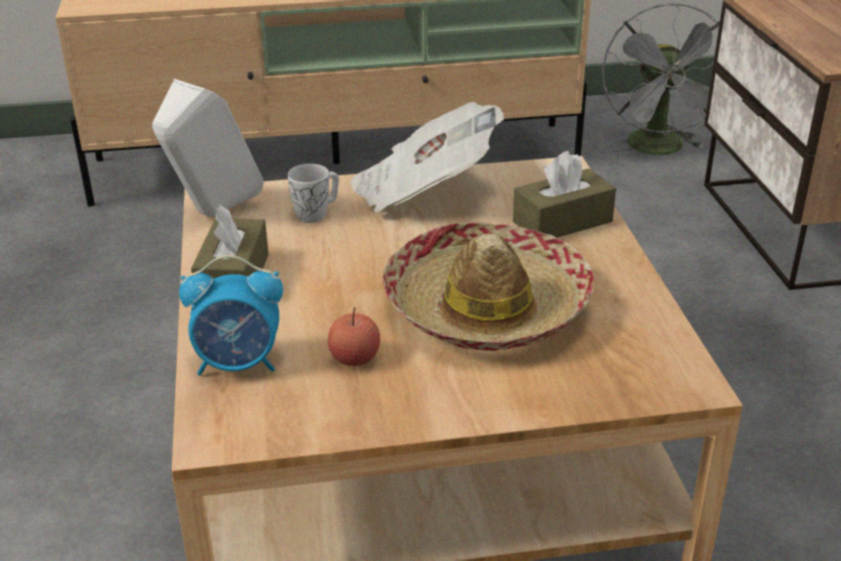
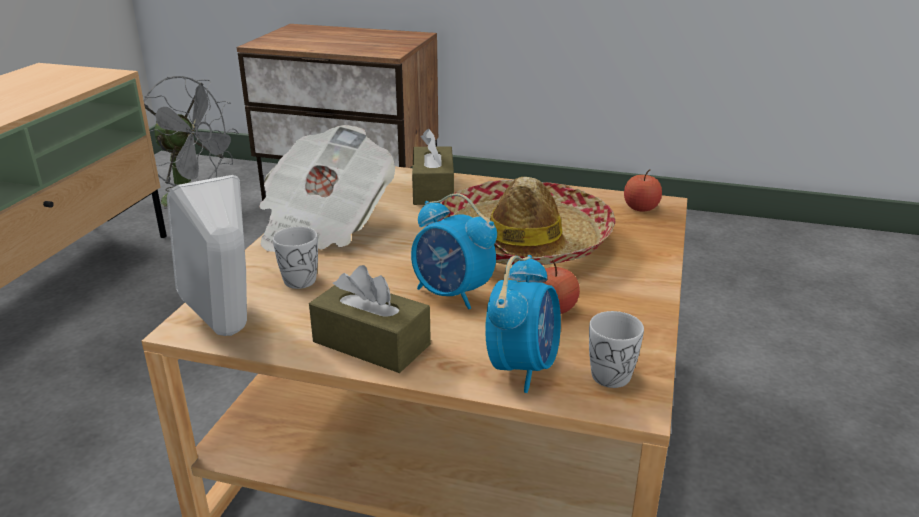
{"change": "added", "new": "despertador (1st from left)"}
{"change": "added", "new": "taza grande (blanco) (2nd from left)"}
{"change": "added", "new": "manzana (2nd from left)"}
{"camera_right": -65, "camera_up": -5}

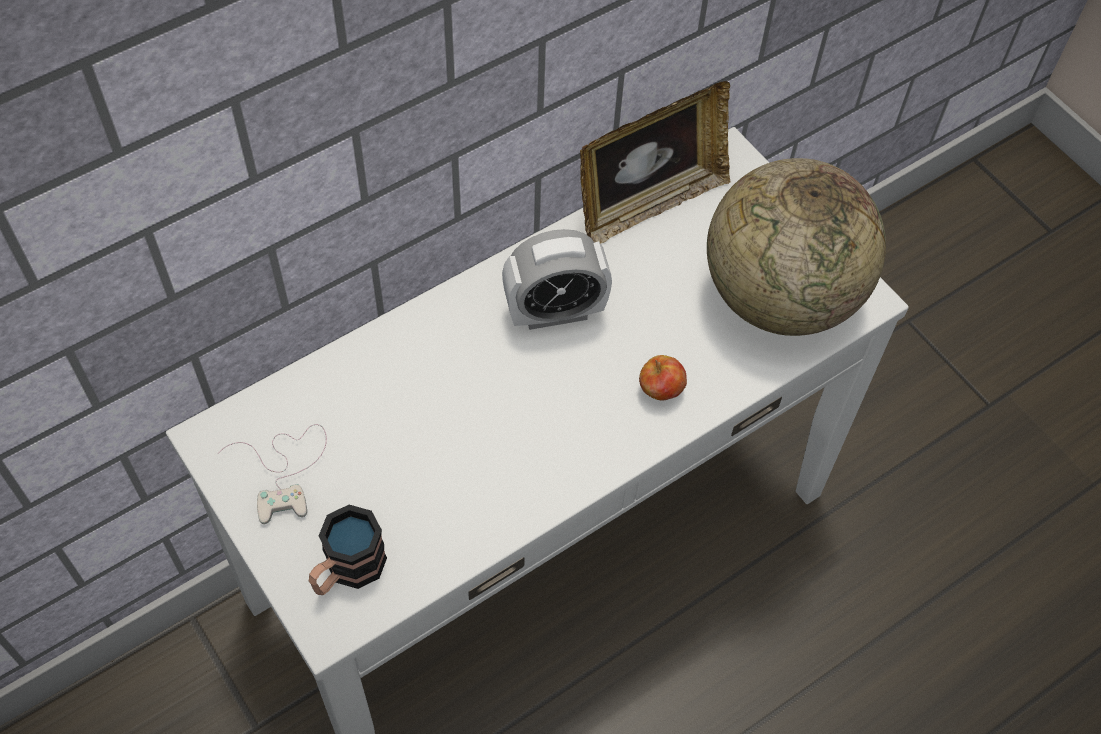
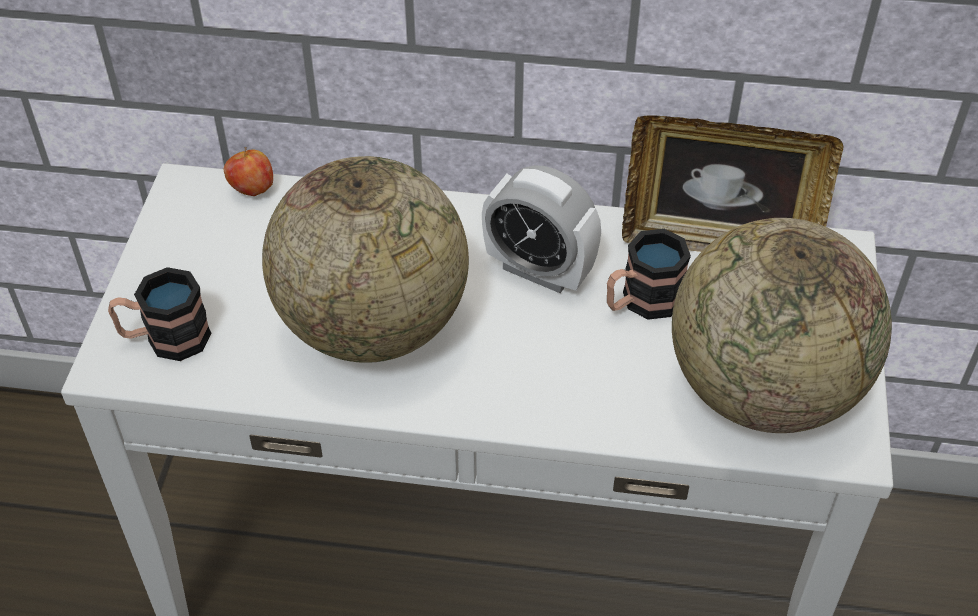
{"change": "moved", "old": "manzana"}
{"change": "added", "new": "globo terráqueo (1st from left)"}
{"change": "added", "new": "taza grande (2nd from left)"}
{"change": "removed", "old": "mando de consola (blanco)"}
{"camera_right": 45, "camera_up": -10}

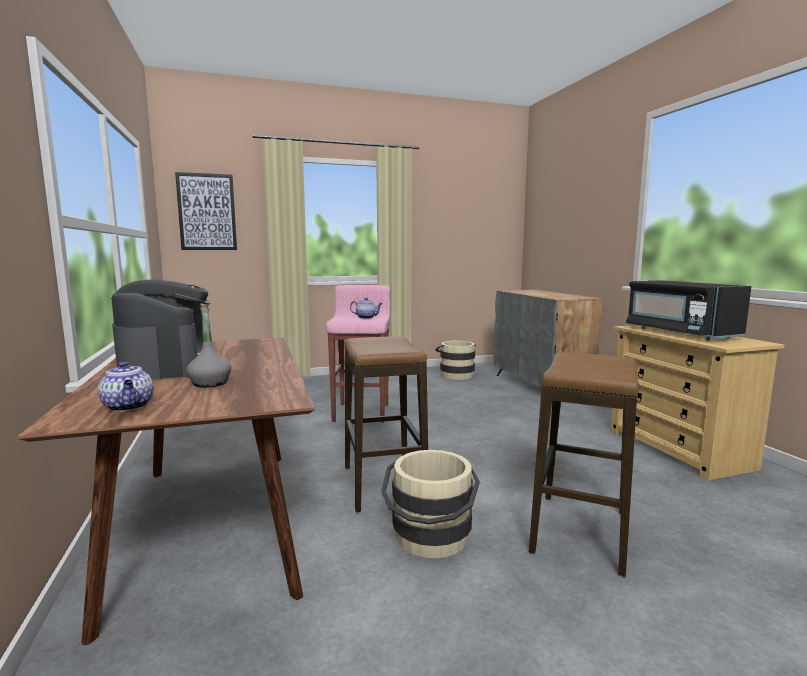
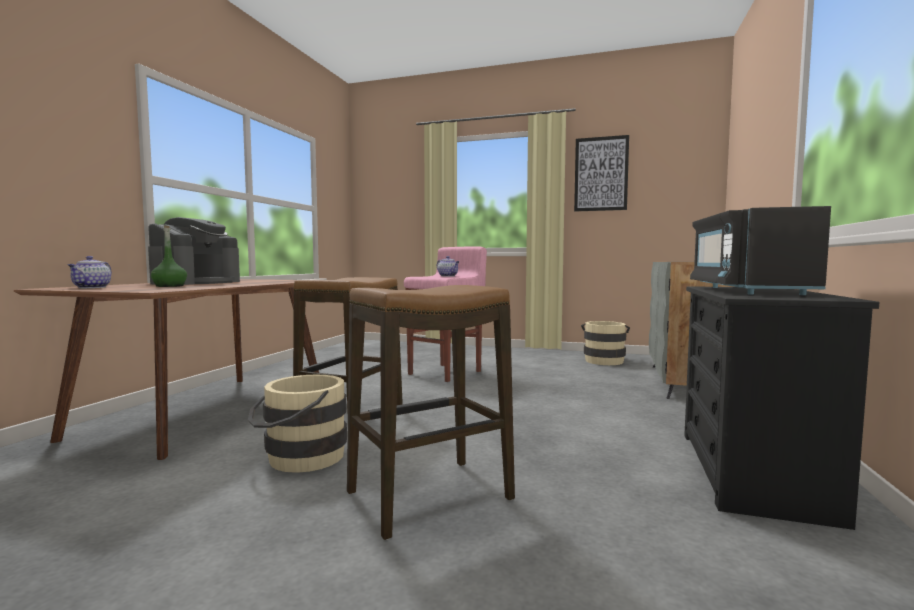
{"change": "recoloured", "old": "botella (gris)", "new": "botella (verde)"}
{"change": "moved", "old": "cuadro"}
{"change": "recoloured", "old": "cómoda (beis)", "new": "cómoda (negro)"}
{"camera_right": 35, "camera_up": -5}

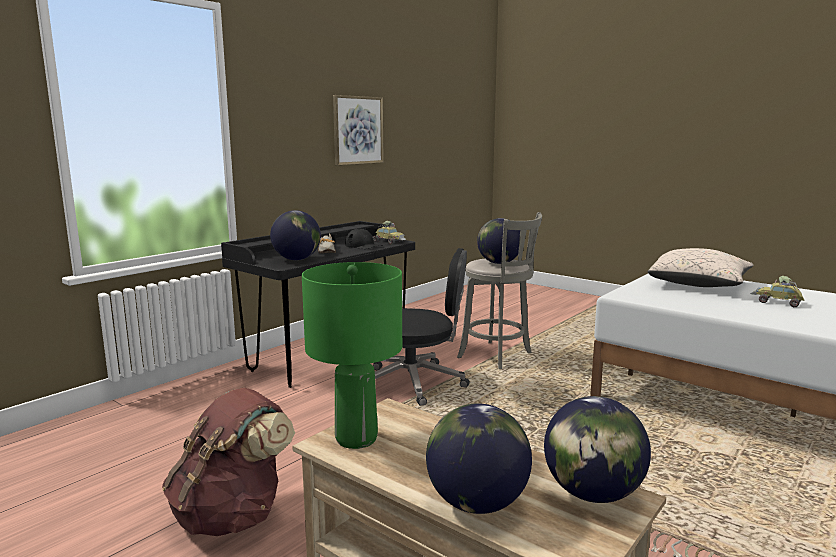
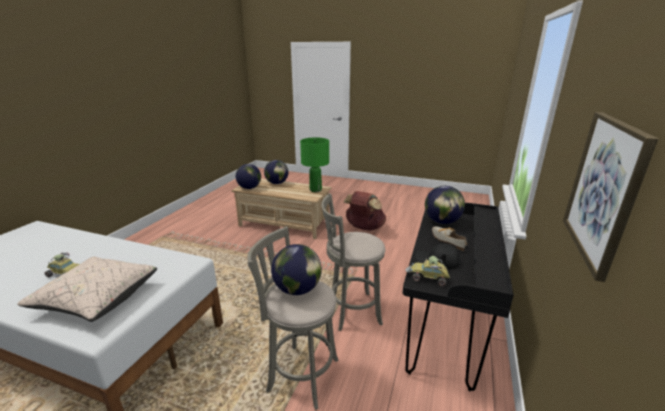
{"change": "replaced", "old": "silla de oficina (negro)", "new": "taburete (gris) (2nd from left)"}
{"camera_right": 160, "camera_up": 10}

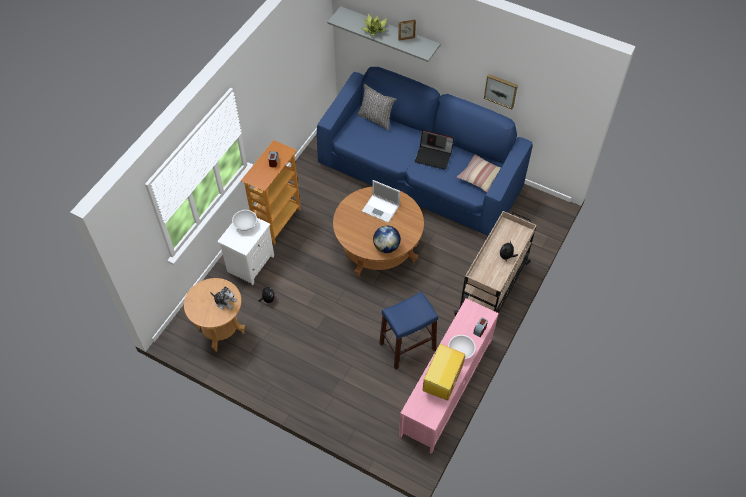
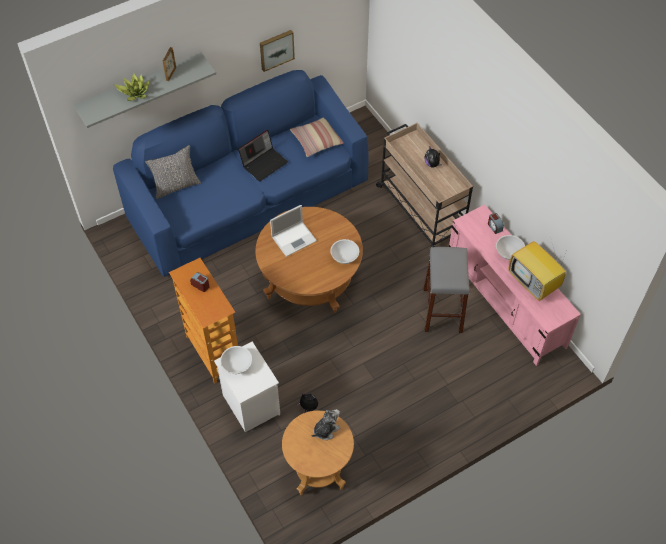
{"change": "replaced", "old": "globo terráqueo", "new": "cuenco (blanco) (2nd from left)"}
{"change": "recoloured", "old": "taburete (azul)", "new": "taburete (gris)"}
{"camera_right": -60, "camera_up": 0}

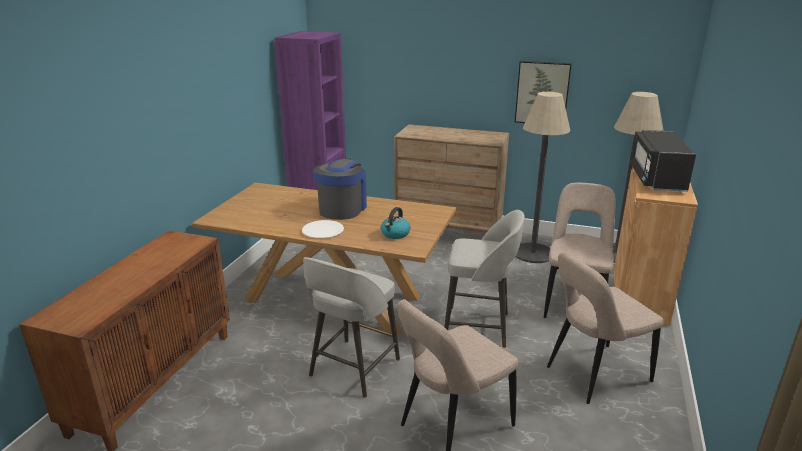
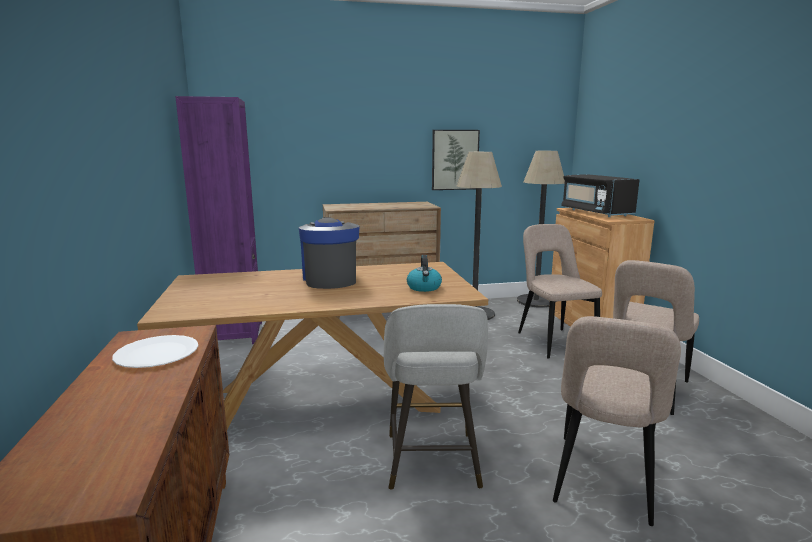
{"change": "moved", "old": "plato (blanco)"}
{"change": "removed", "old": "taburete (gris) (2nd from left)"}
{"camera_right": -30, "camera_up": -10}

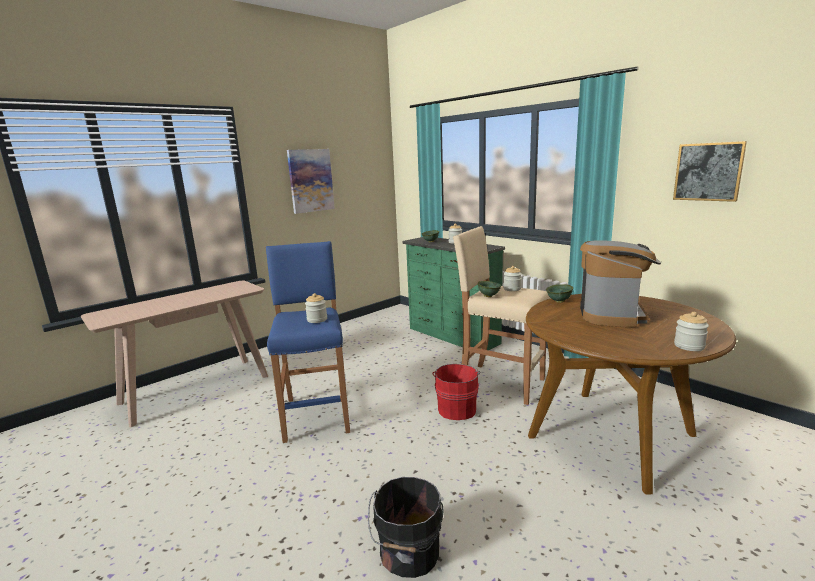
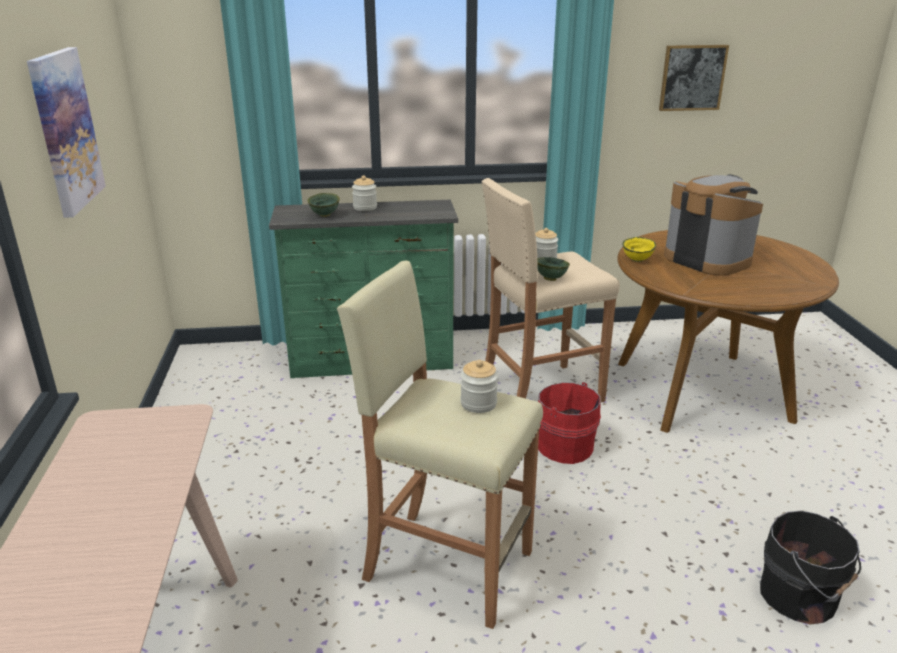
{"change": "recoloured", "old": "taburete (azul)", "new": "taburete (beis) (1st from left)"}
{"change": "recoloured", "old": "cuenco (verde) (3rd from left)", "new": "cuenco (amarillo)"}
{"change": "removed", "old": "tarro (4th from left)"}
{"camera_right": -55, "camera_up": 10}

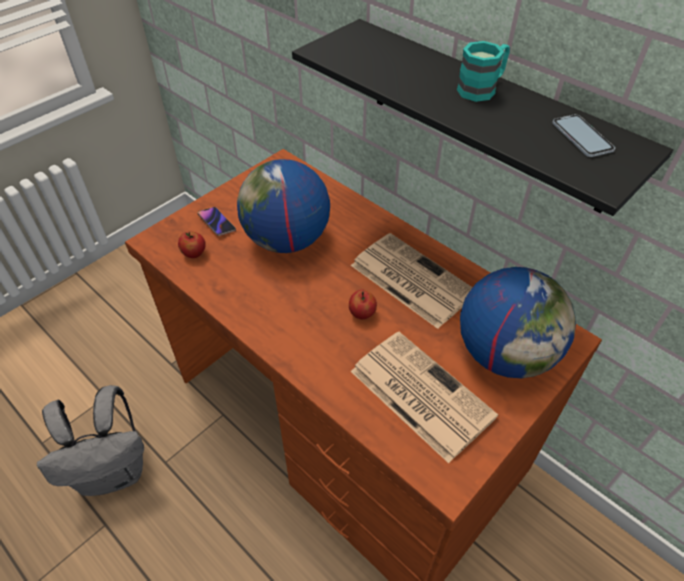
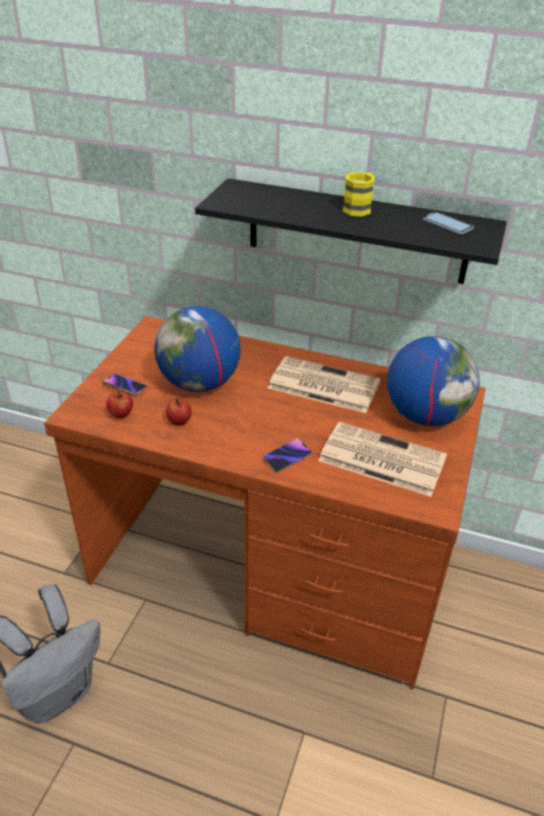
{"change": "moved", "old": "manzana (2nd from left)"}
{"change": "added", "new": "móvil (2nd from left)"}
{"change": "recoloured", "old": "taza grande (turquesa)", "new": "taza grande (amarillo)"}
{"camera_right": -25, "camera_up": -10}

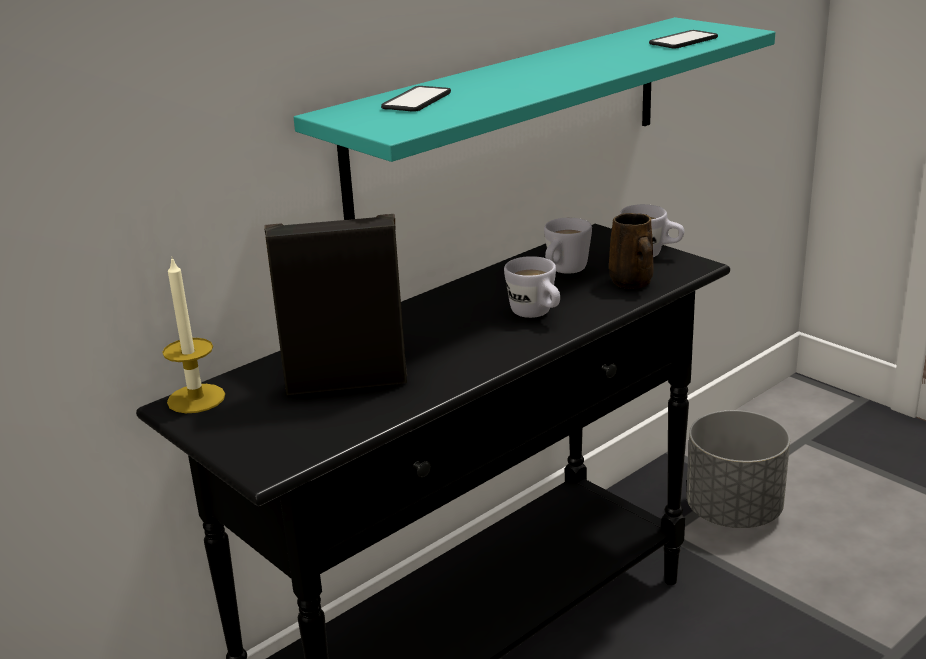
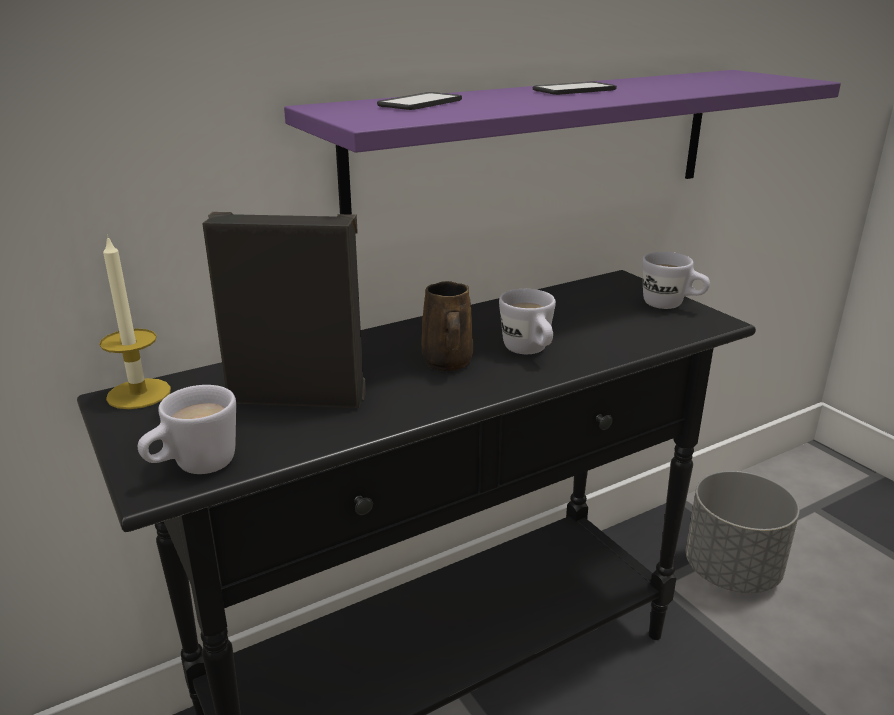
{"change": "moved", "old": "taza grande (blanco) (2nd from left in the first image)", "new": "taza grande (blanco) (1st from left)"}
{"change": "recoloured", "old": "estante (turquesa)", "new": "estante (morado)"}
{"change": "moved", "old": "taza grande (marrón)"}
{"change": "moved", "old": "móvil (2nd from left)"}
{"camera_right": 10, "camera_up": 0}

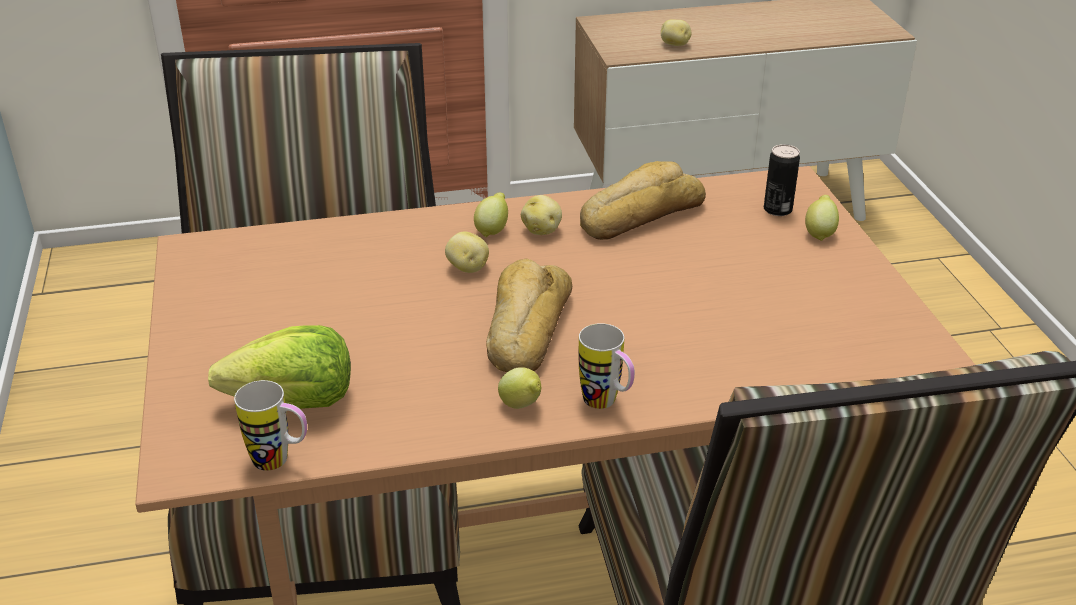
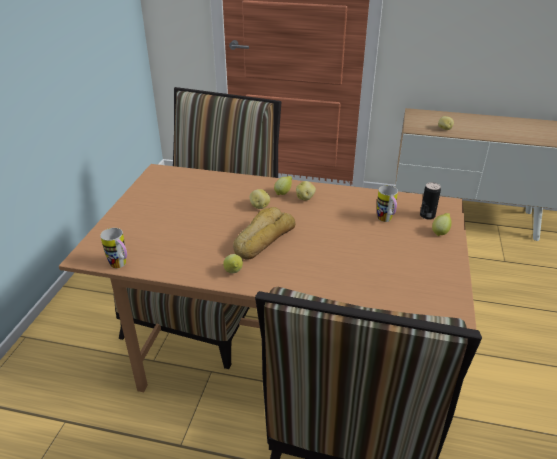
{"change": "moved", "old": "taza grande (2nd from left)"}
{"change": "removed", "old": "lechuga"}
{"change": "removed", "old": "pan (2nd from left)"}
{"camera_right": 25, "camera_up": 0}

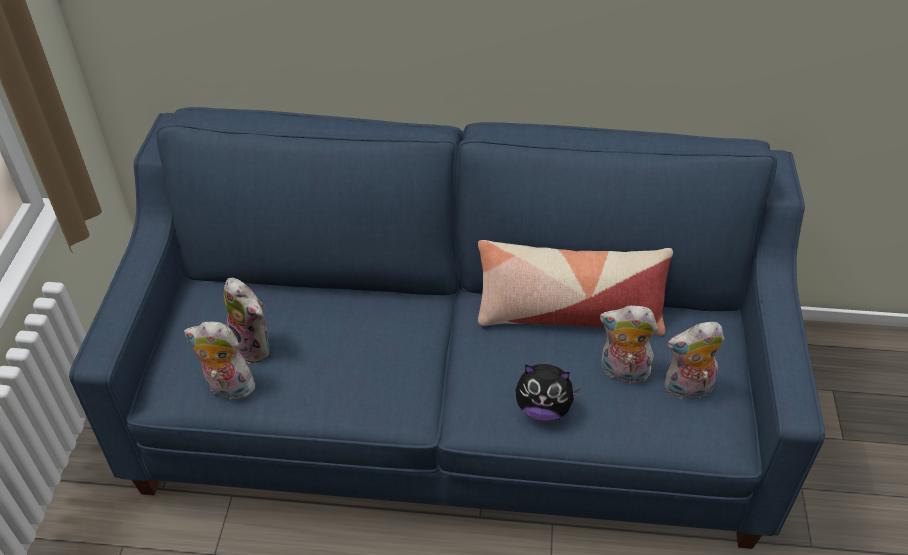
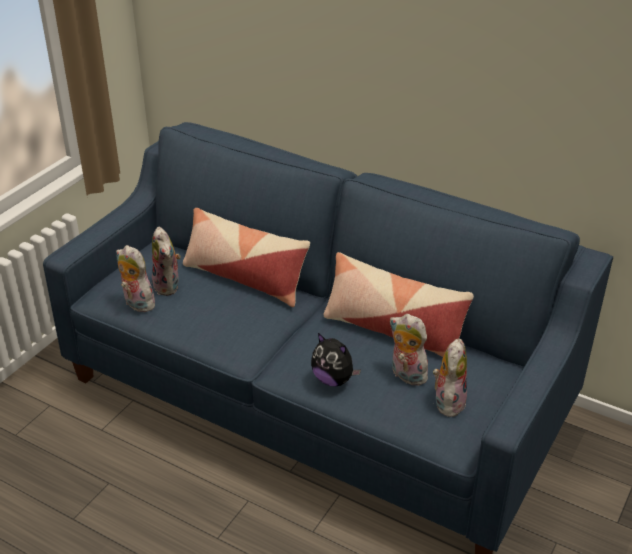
{"change": "added", "new": "cojín (1st from left)"}
{"change": "turned", "old": "peluche (5th from left)", "degrees": 90}
{"camera_right": 25, "camera_up": -10}

